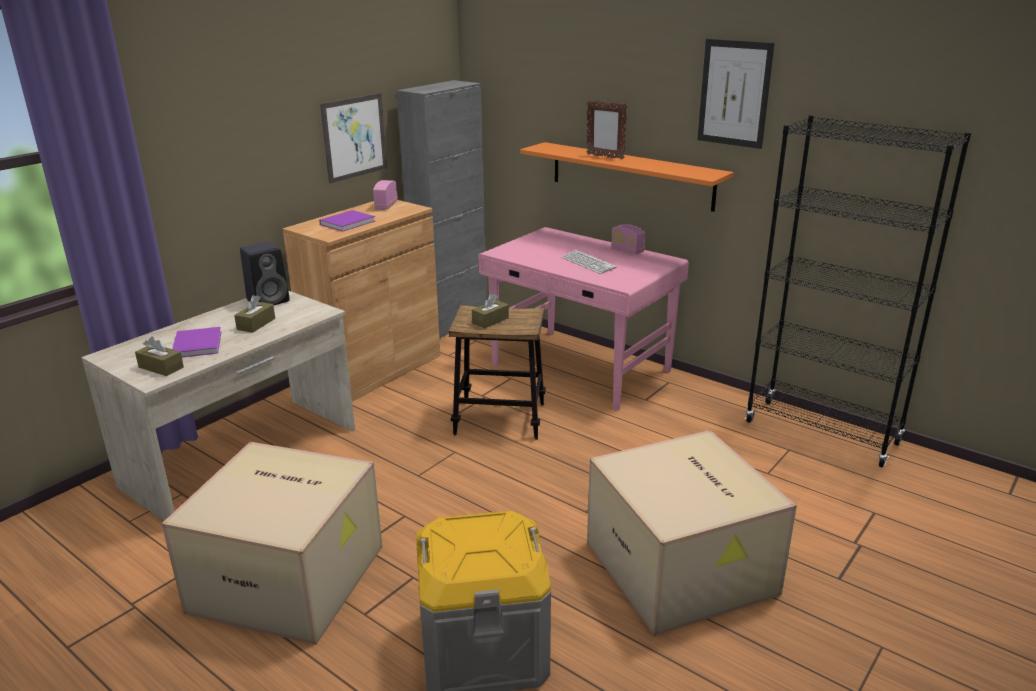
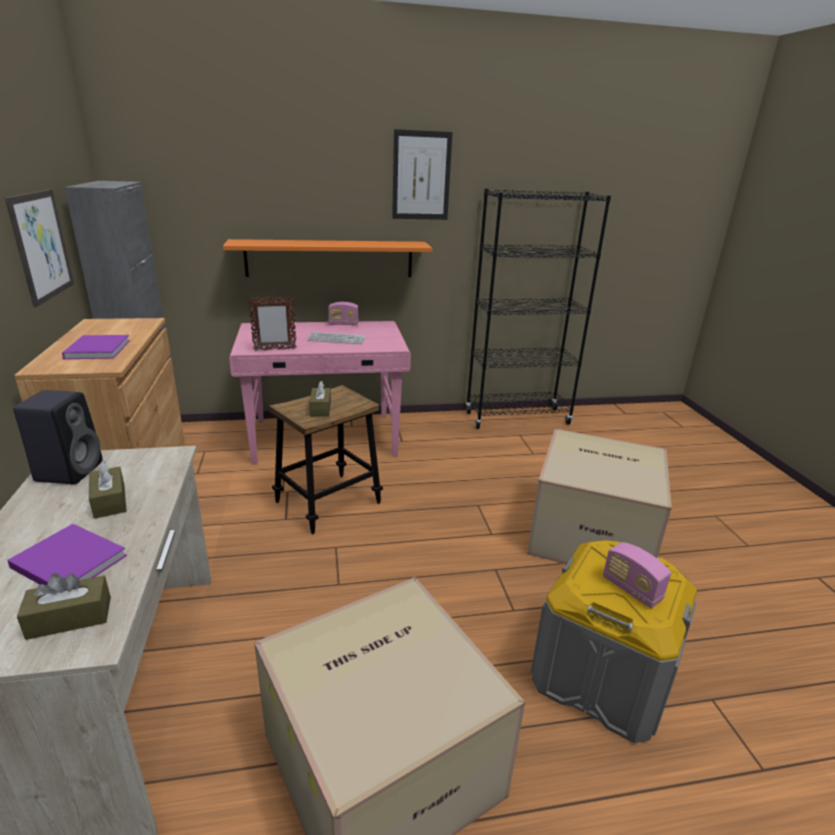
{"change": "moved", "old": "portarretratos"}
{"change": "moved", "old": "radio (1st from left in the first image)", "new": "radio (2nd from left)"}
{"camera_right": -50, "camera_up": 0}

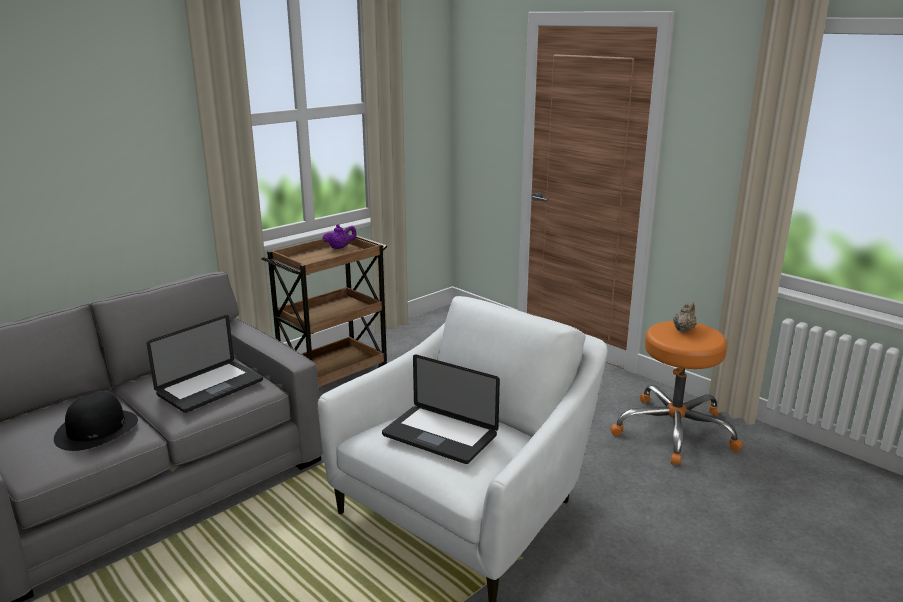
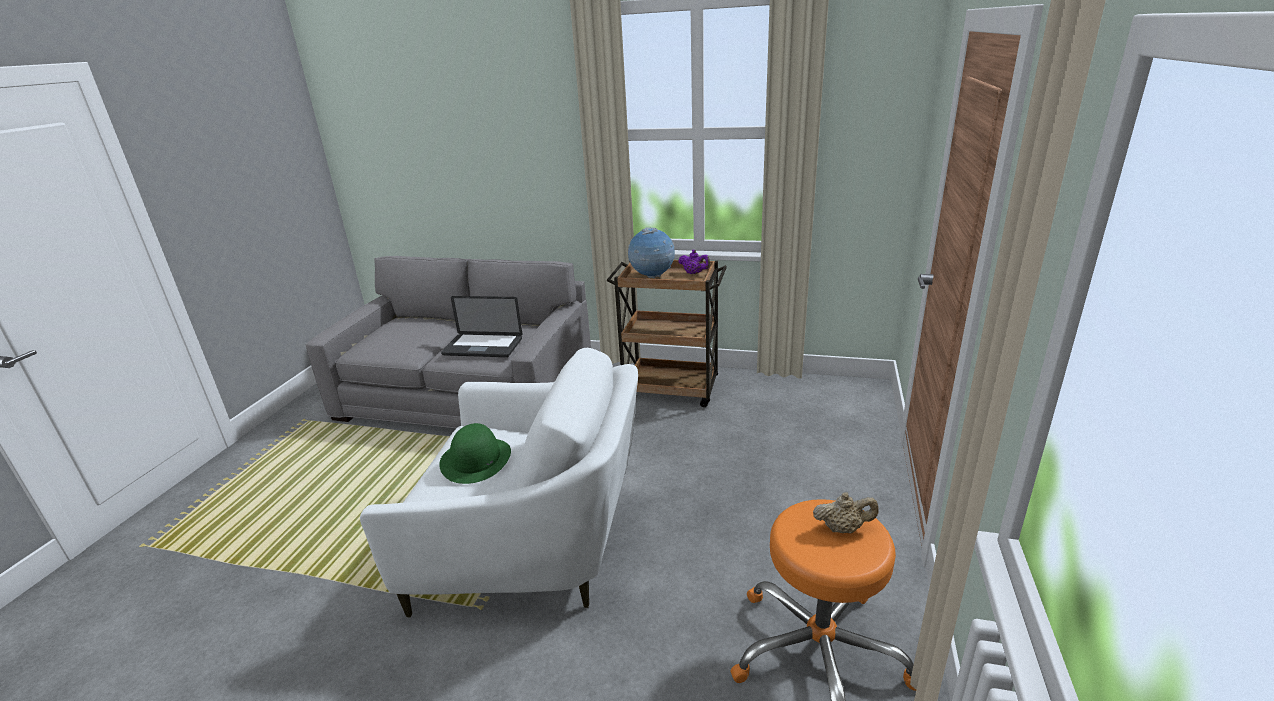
{"change": "replaced", "old": "portátil (2nd from left)", "new": "sombrero (verde)"}
{"change": "added", "new": "globo terráqueo"}
{"change": "removed", "old": "sombrero (negro)"}
{"camera_right": 60, "camera_up": 5}

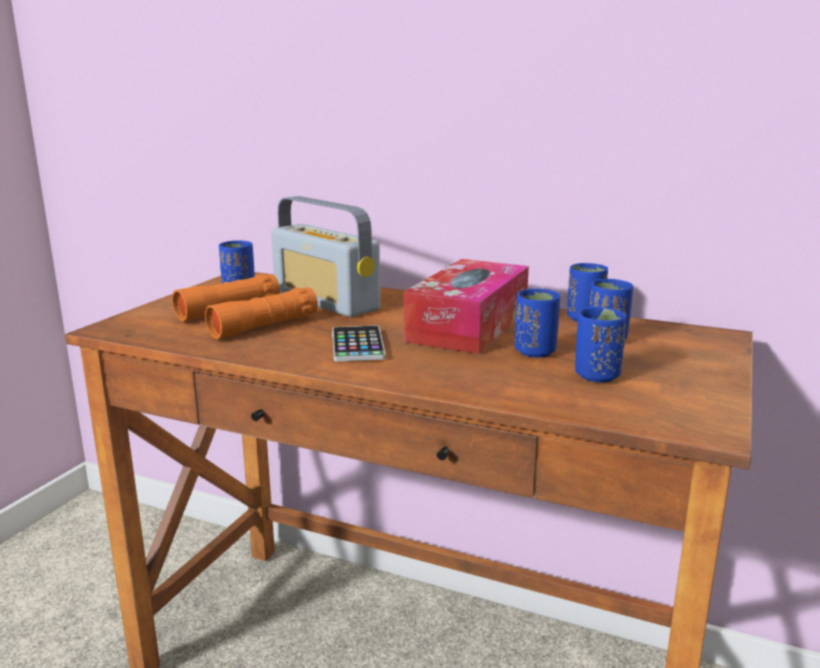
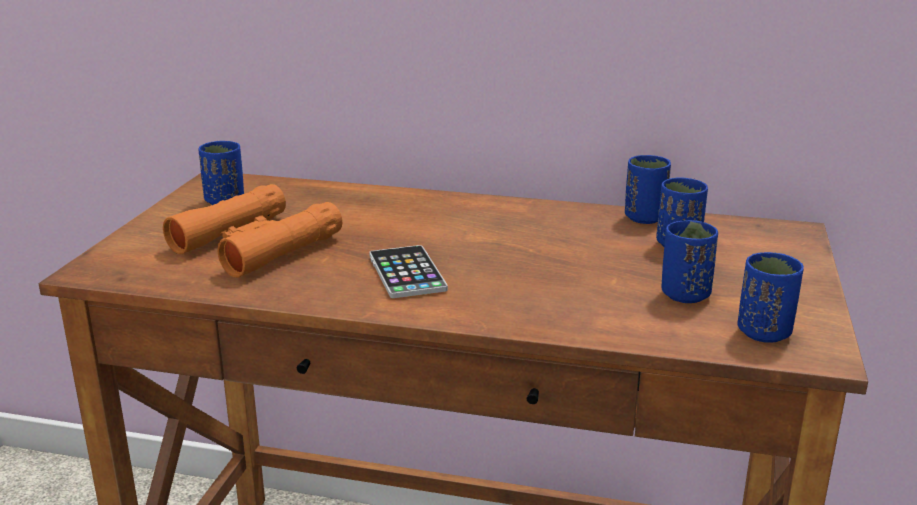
{"change": "moved", "old": "taza (azul) (2nd from left in the first image)", "new": "taza (azul) (5th from left)"}
{"change": "removed", "old": "radio"}
{"change": "removed", "old": "caja de pañuelos"}
{"camera_right": -10, "camera_up": 5}

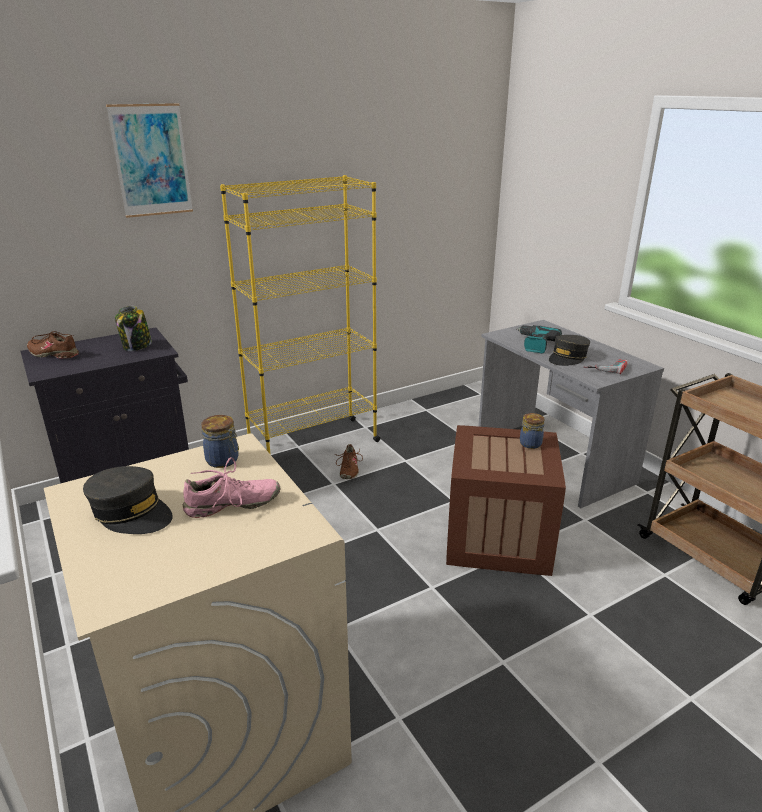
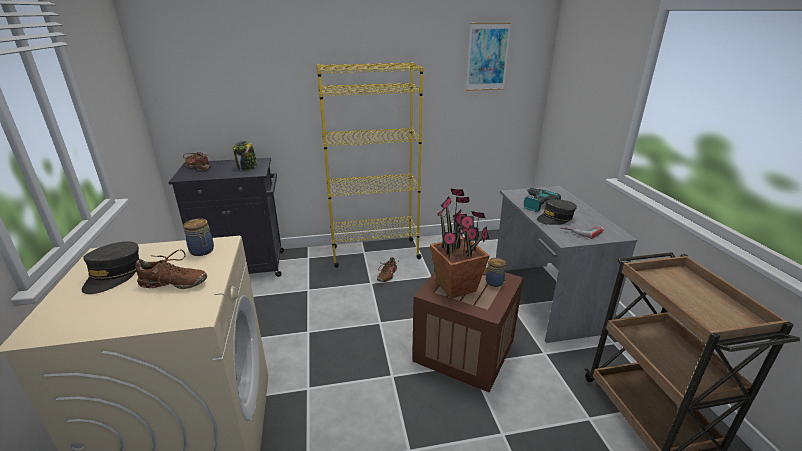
{"change": "turned", "old": "gorra (gris) (1st from left)", "degrees": 45}
{"change": "recoloured", "old": "zapato (rosa)", "new": "zapato (marrón) (1st from left)"}
{"change": "added", "new": "planta en maceta"}
{"change": "moved", "old": "cuadro"}
{"camera_right": 20, "camera_up": 0}

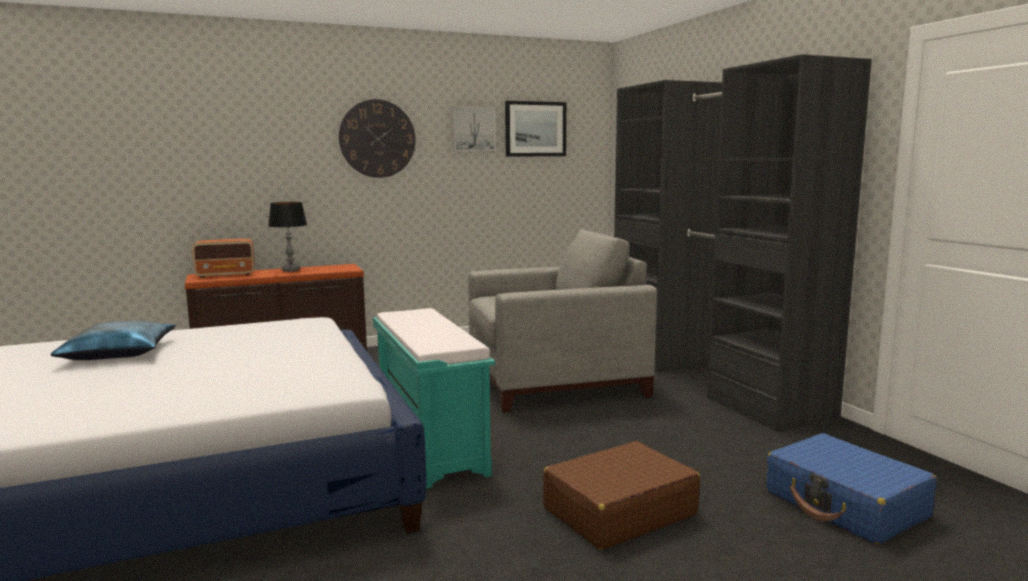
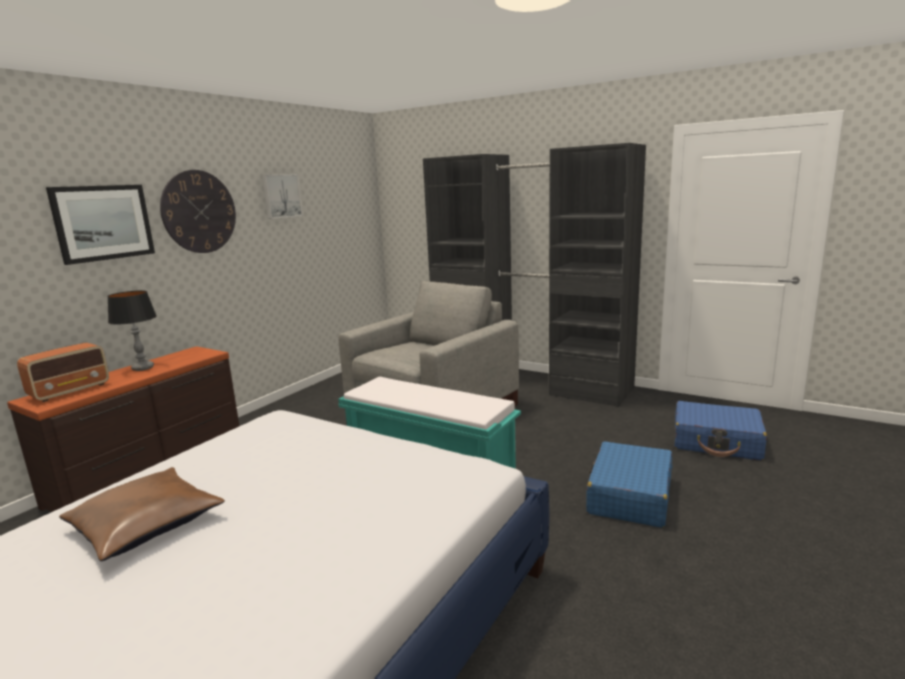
{"change": "moved", "old": "cuadro (2nd from left in the first image)", "new": "cuadro (1st from left)"}
{"change": "recoloured", "old": "cojín (azul)", "new": "cojín (marrón)"}
{"change": "recoloured", "old": "maleta (marrón)", "new": "maleta (azul) (1st from left)"}
{"camera_right": -35, "camera_up": 5}

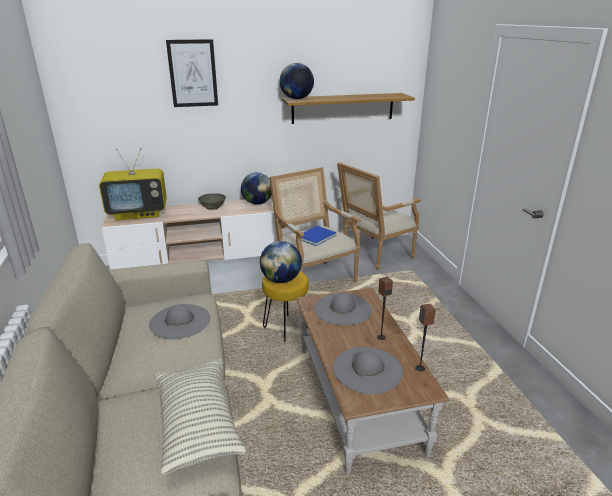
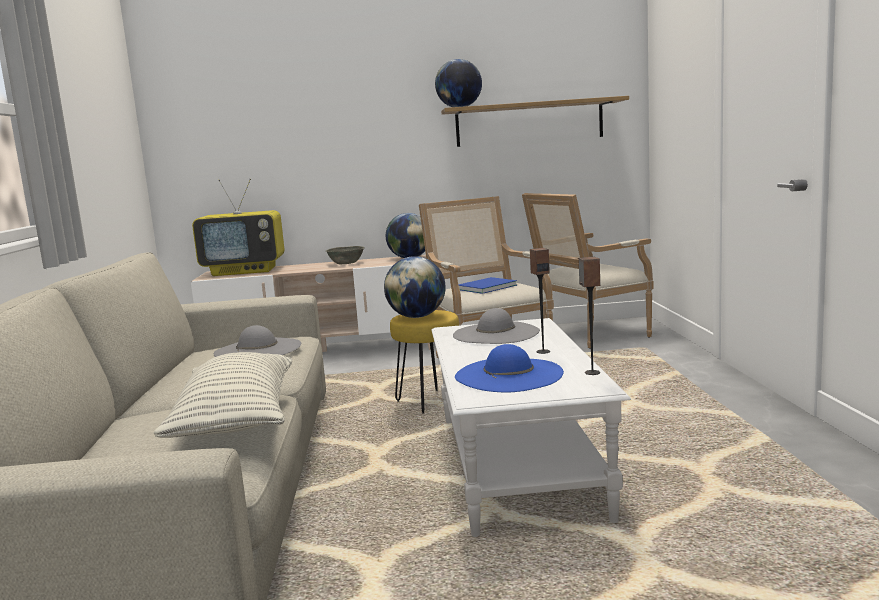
{"change": "recoloured", "old": "mesa de centro (marrón)", "new": "mesa de centro (blanco)"}
{"change": "recoloured", "old": "sombrero (gris) (3rd from left)", "new": "sombrero (azul)"}
{"change": "removed", "old": "cuadro"}
{"camera_right": 10, "camera_up": -15}

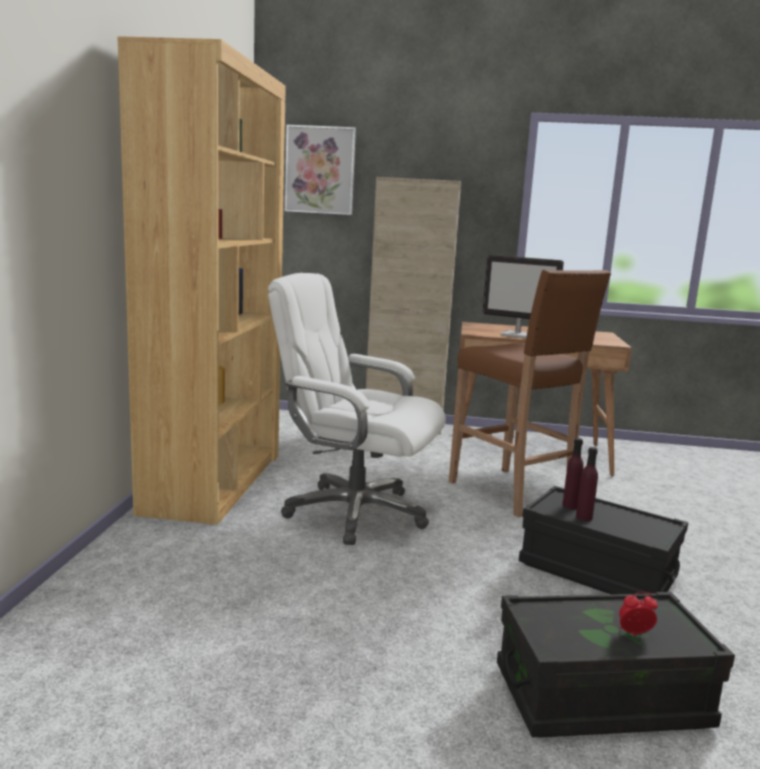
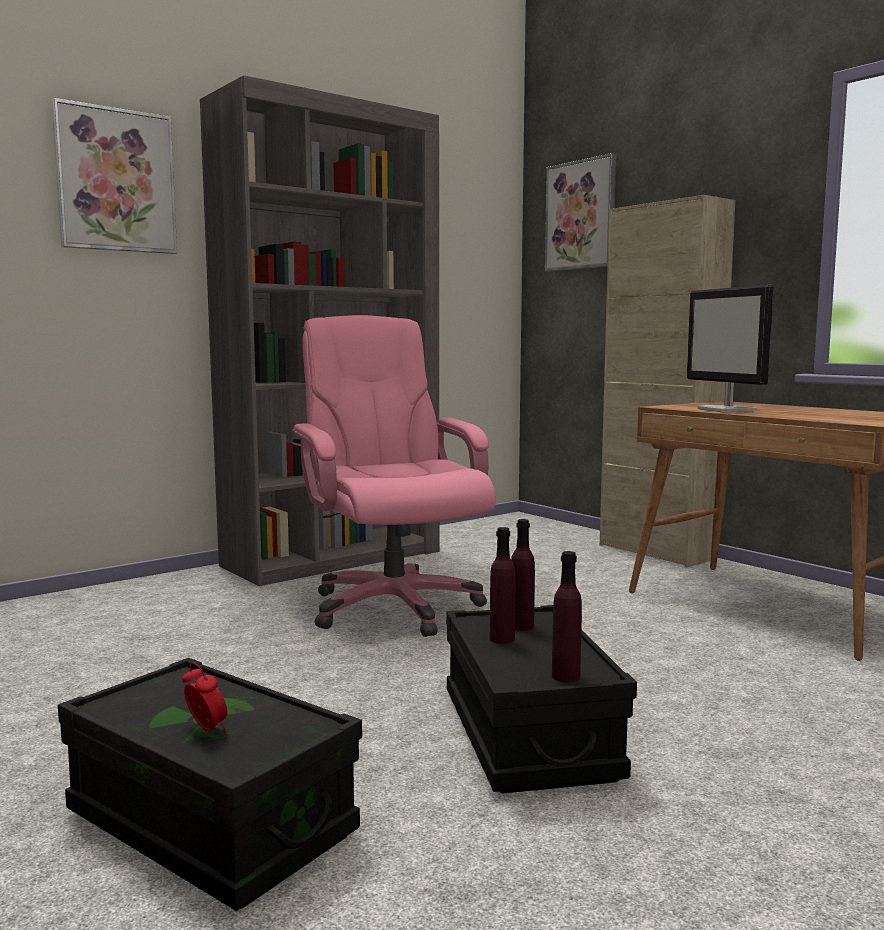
{"change": "added", "new": "cuadro (1st from left)"}
{"change": "recoloured", "old": "estantería (marrón)", "new": "estantería (gris)"}
{"change": "recoloured", "old": "silla de oficina (blanco)", "new": "silla de oficina (rosa)"}
{"change": "added", "new": "botella (morado) (3rd from left)"}
{"change": "removed", "old": "taburete (marrón)"}
{"camera_right": 45, "camera_up": -5}

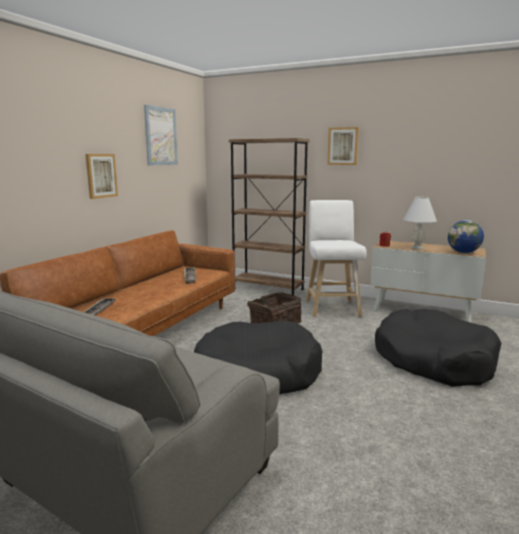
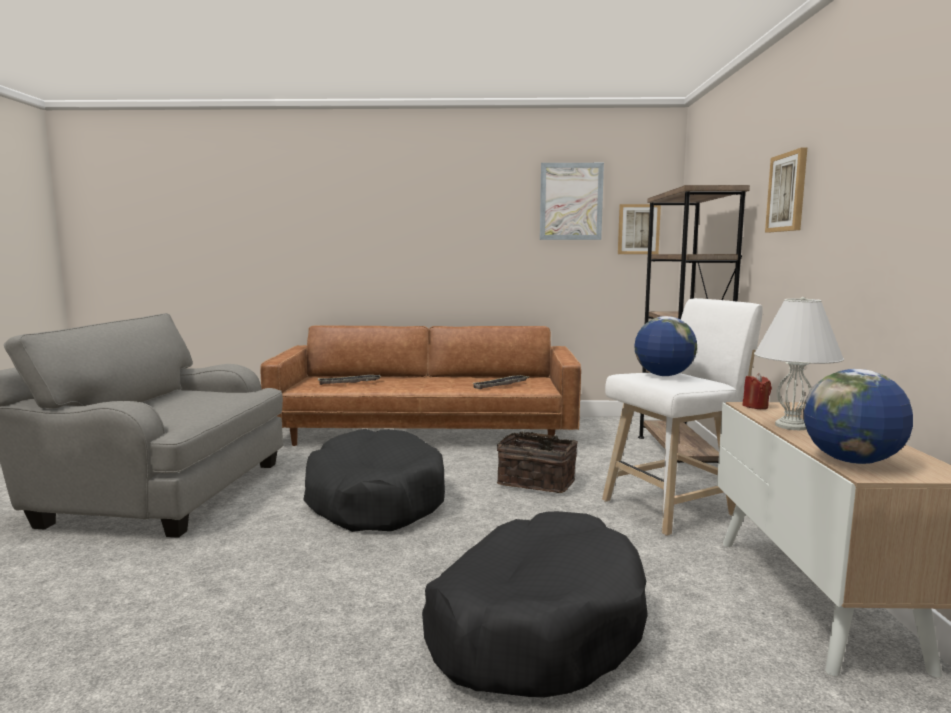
{"change": "moved", "old": "cuadro (1st from left in the first image)", "new": "cuadro (2nd from left)"}
{"change": "added", "new": "globo terráqueo (1st from left)"}
{"camera_right": 65, "camera_up": -5}

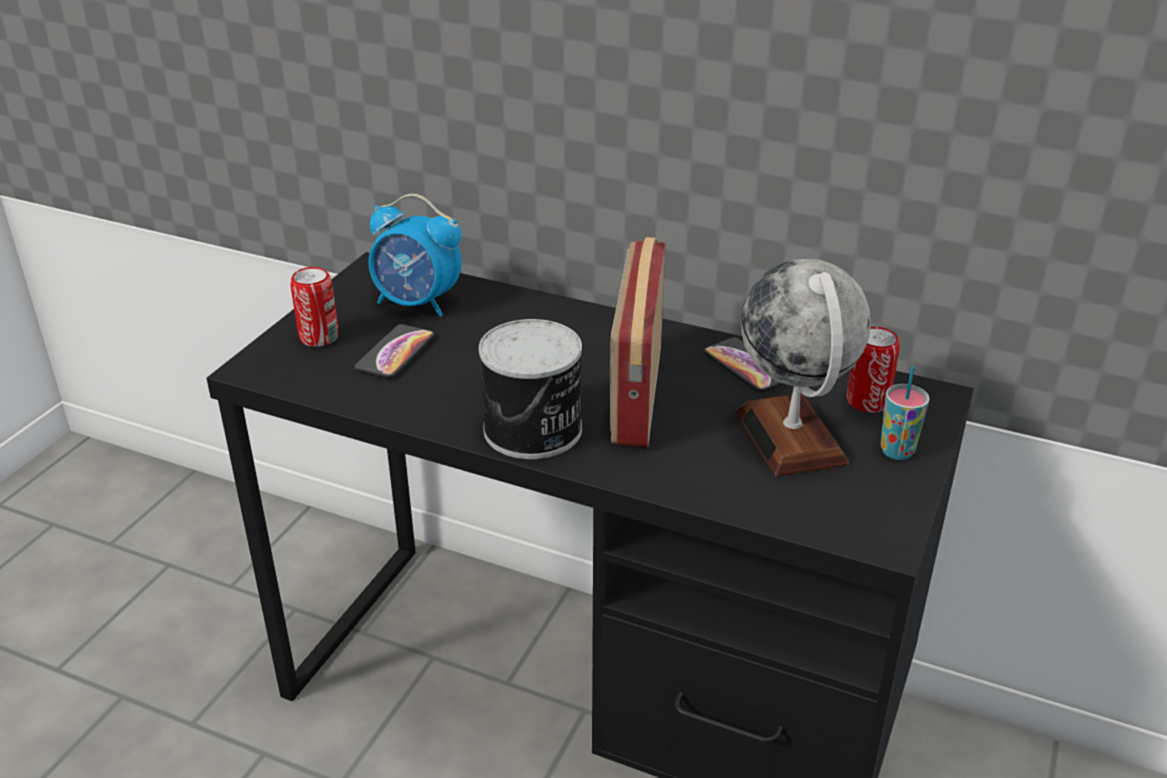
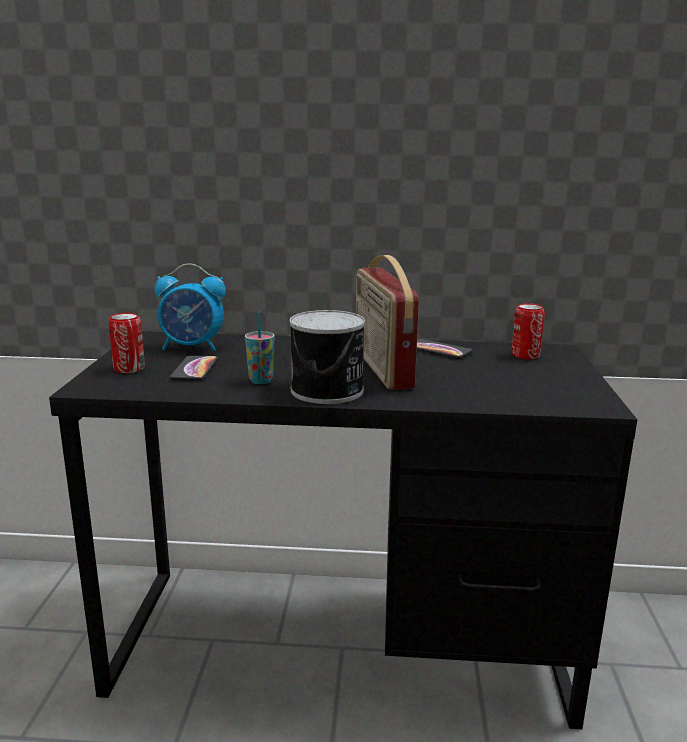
{"change": "moved", "old": "taza"}
{"change": "removed", "old": "globo terráqueo"}
{"camera_right": -20, "camera_up": -15}

